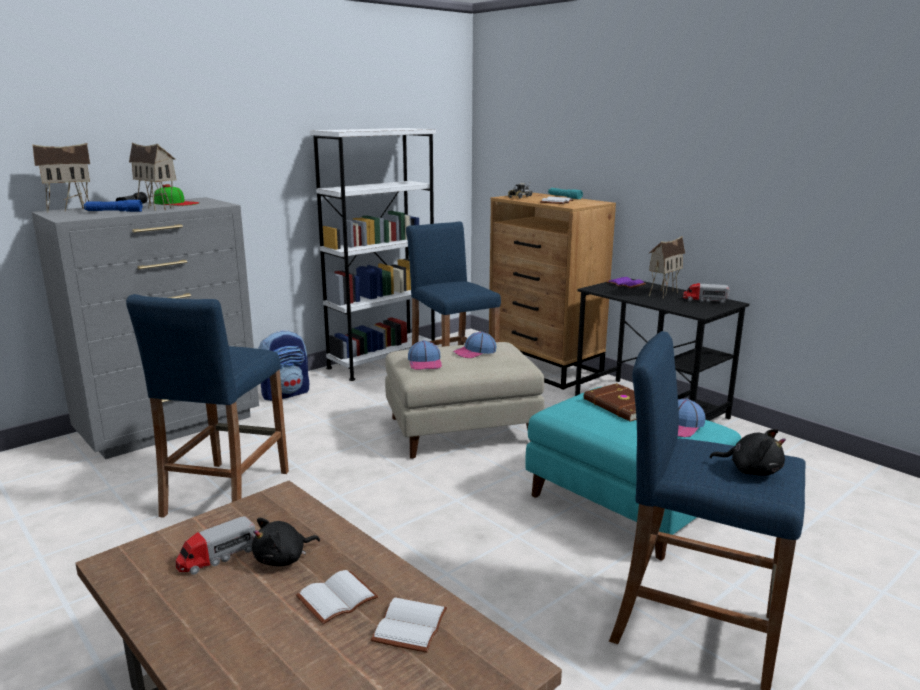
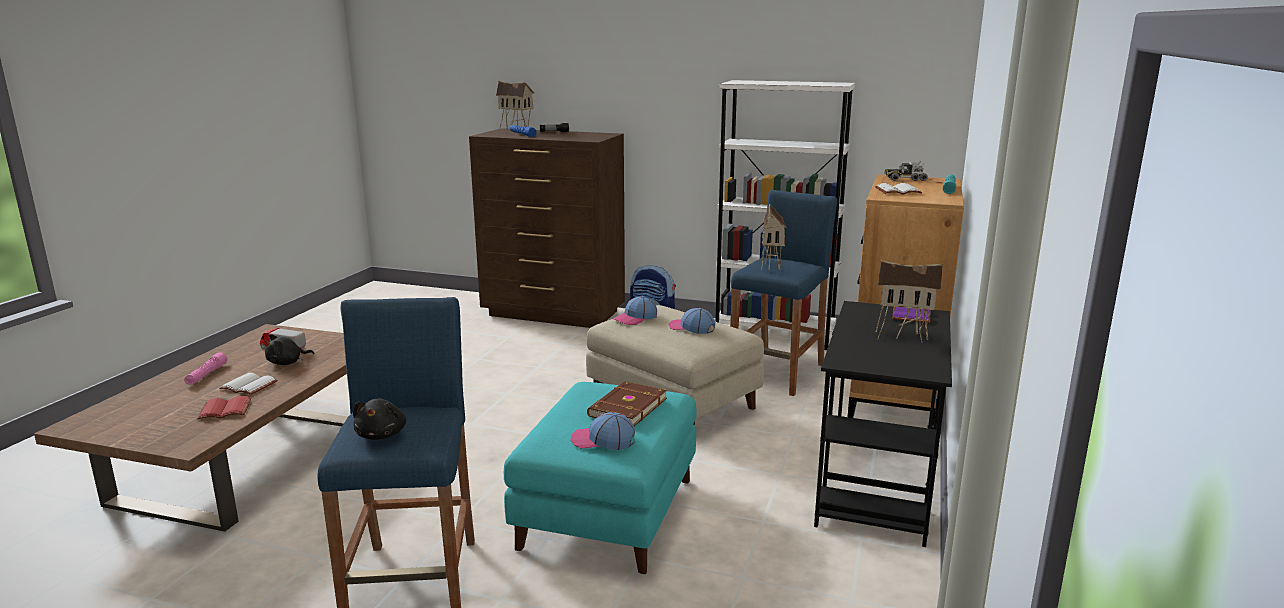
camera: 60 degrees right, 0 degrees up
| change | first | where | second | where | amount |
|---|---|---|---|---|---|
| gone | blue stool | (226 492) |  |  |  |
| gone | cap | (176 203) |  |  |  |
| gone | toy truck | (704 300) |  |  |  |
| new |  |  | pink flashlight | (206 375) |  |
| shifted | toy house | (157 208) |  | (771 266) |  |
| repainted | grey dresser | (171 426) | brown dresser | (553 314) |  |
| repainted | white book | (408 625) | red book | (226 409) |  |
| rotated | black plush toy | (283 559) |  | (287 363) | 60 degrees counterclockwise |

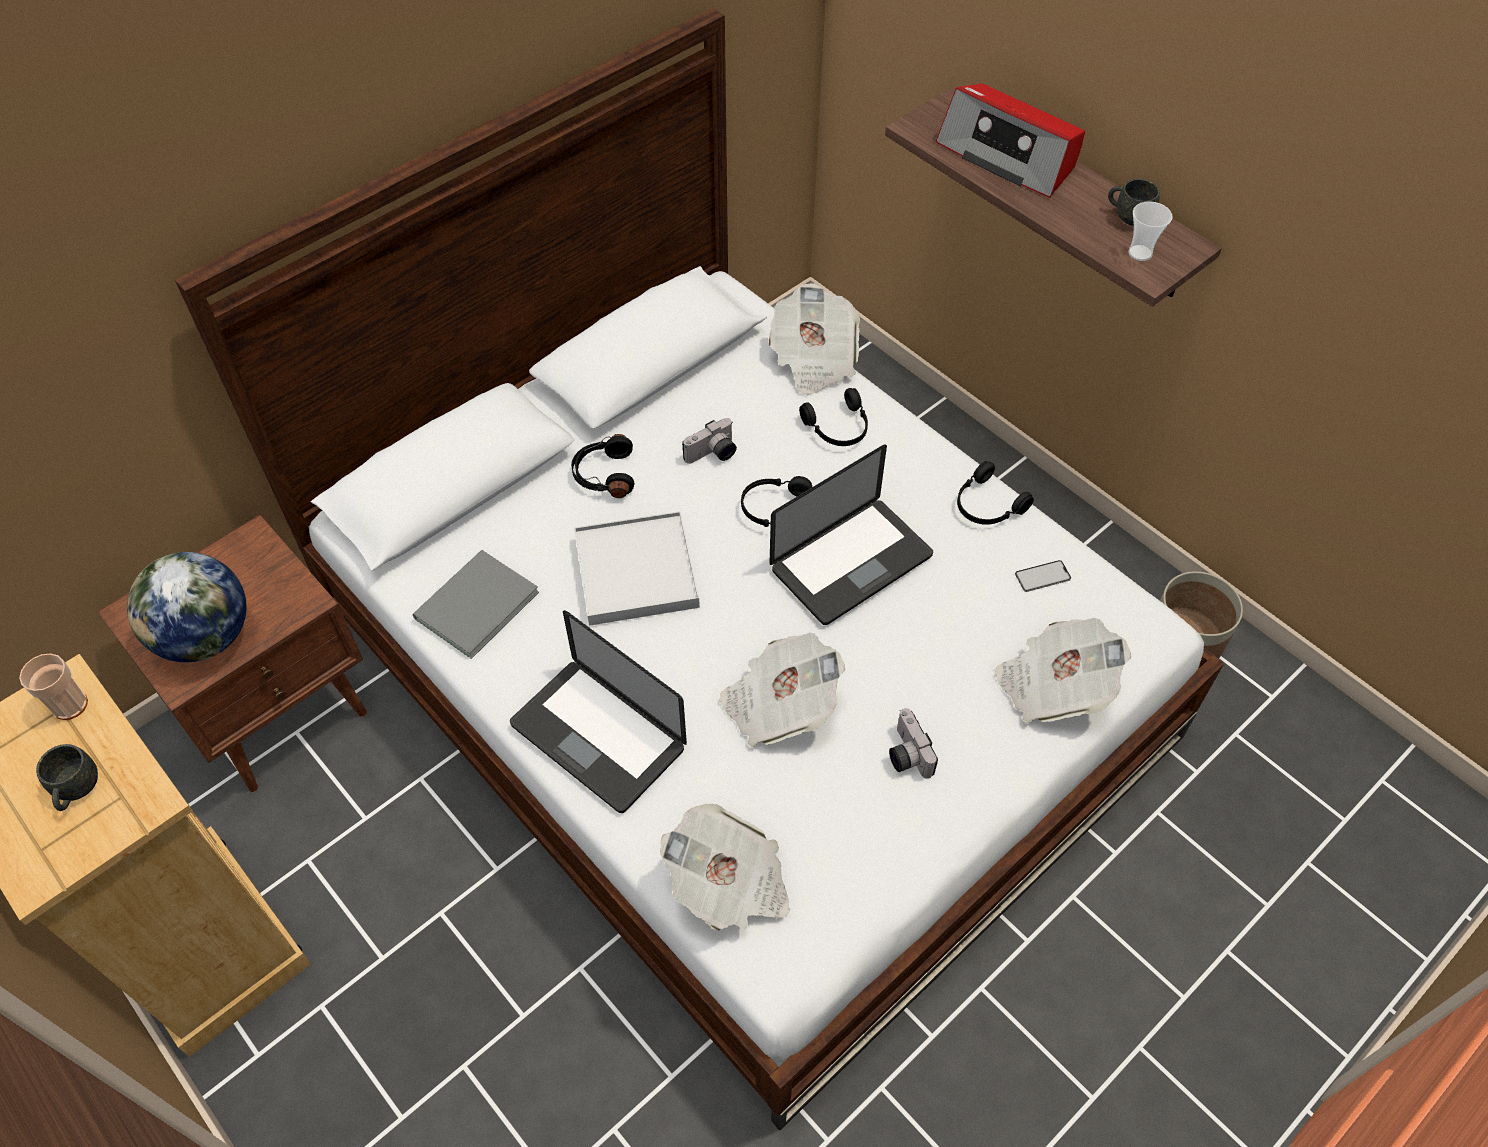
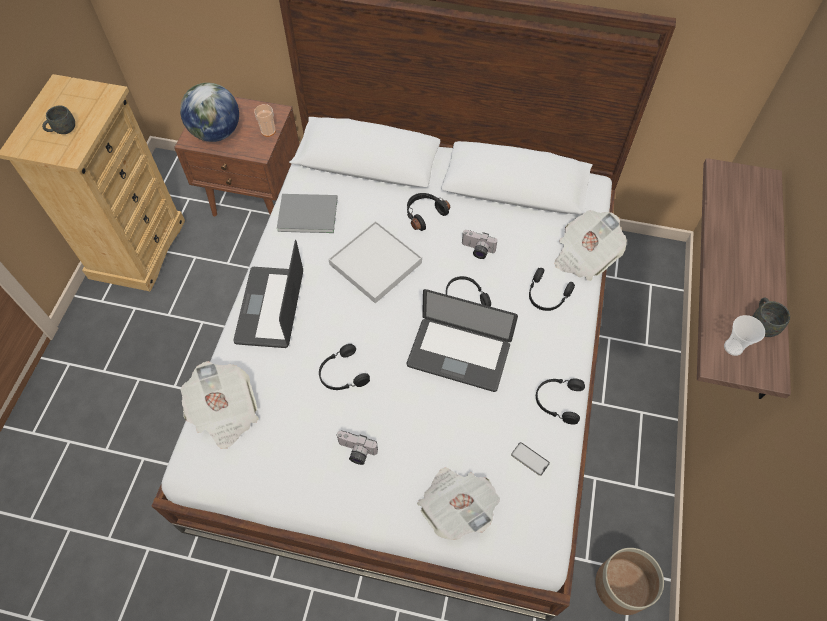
camera: 55 degrees right, 5 degrees up
| change | first | where | second | where | amount |
|---|---|---|---|---|---|
| gone | radio | (1008 155) |  |  |  |
| shifted | cup | (70 705) |  | (268 131) |  |
| swapped | newspaper | (779 705) | black headphones | (342 374) |  |
| rotated | photo camera | (905 754) |  | (356 452) | 105 degrees counterclockwise |

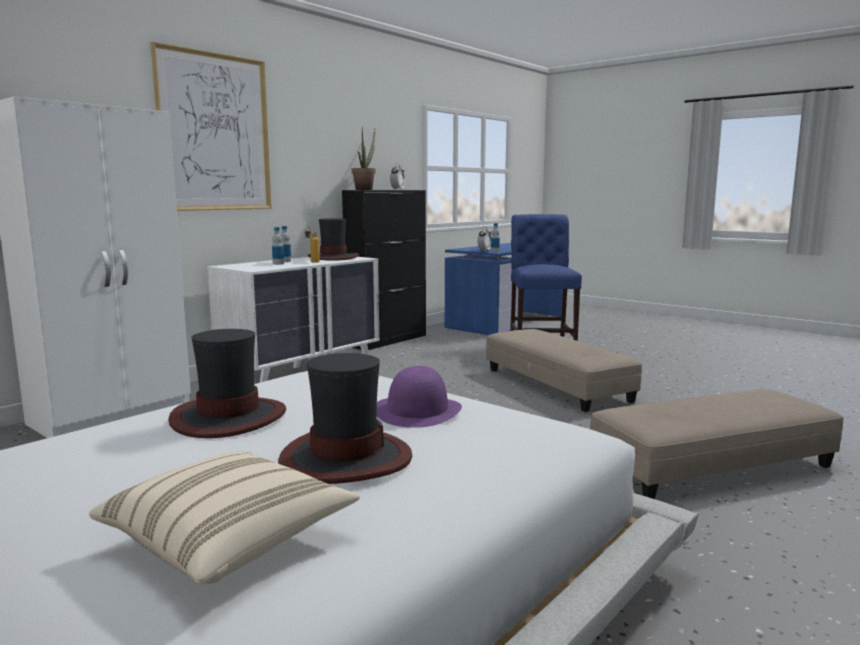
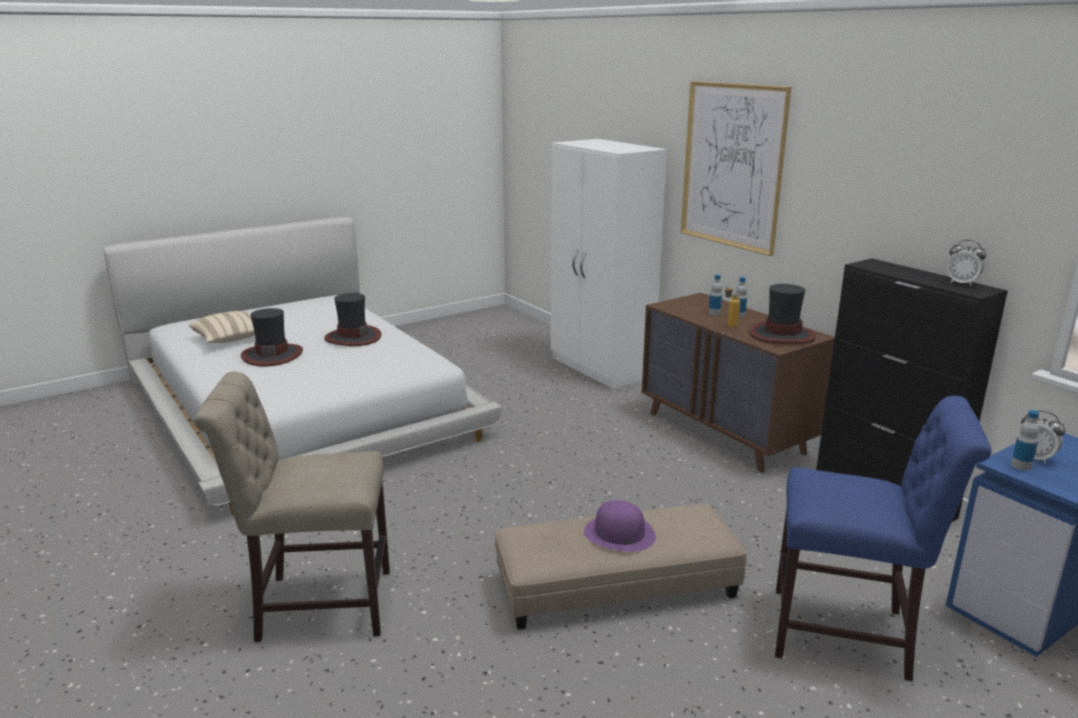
camera: 105 degrees right, 10 degrees up
| change | first | where | second | where | amount |
|---|---|---|---|---|---|
| gone | potted plant | (365 189) |  |  |  |
| shifted | purple hat | (417 411) |  | (619 533) |  |
| swapped | beige ottoman | (711 465) | beige chair | (316 604) |  |
| repainted | white dresser | (302 368) | brown dresser | (726 433) |  |

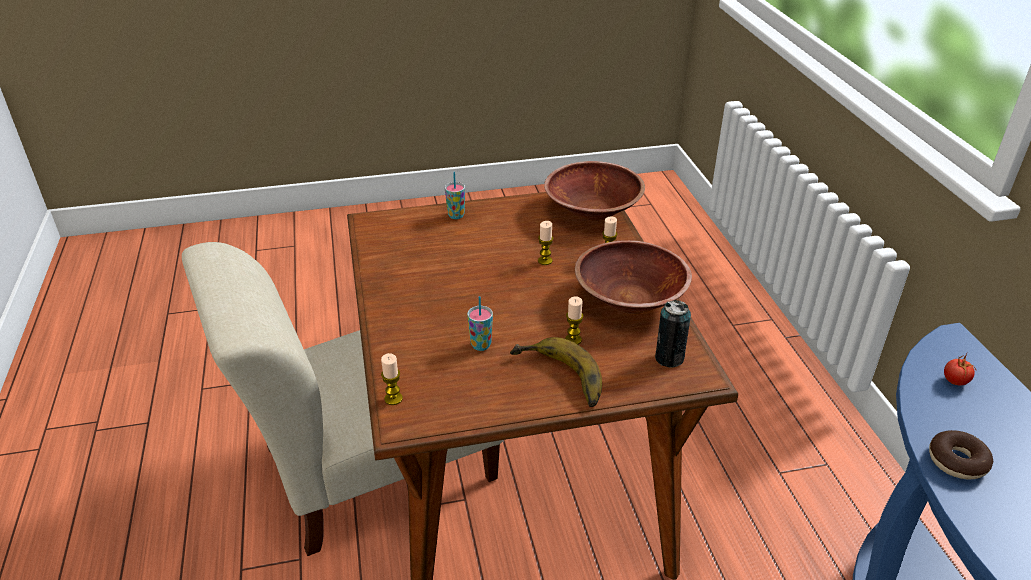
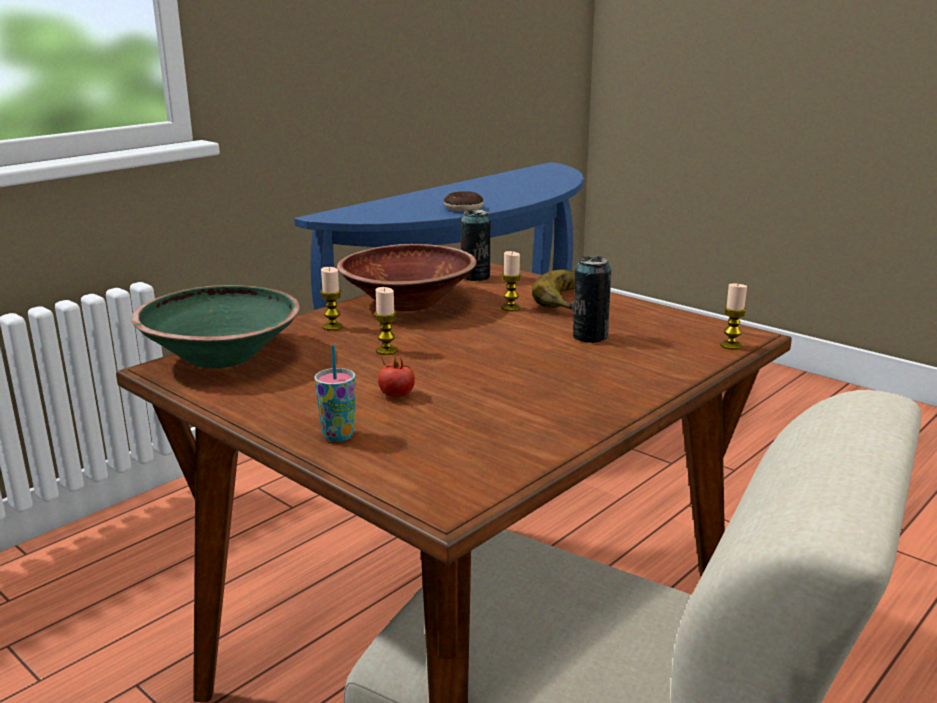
camera: 125 degrees left, 15 degrees down
| change | first | where | second | where | amount |
|---|---|---|---|---|---|
| shifted | tomato | (955 381) |  | (397 395) |  |
| swapped | cup | (481 345) | can | (590 337) |  |
| repainted | brown bowl | (593 211) | green bowl | (221 356) |  |

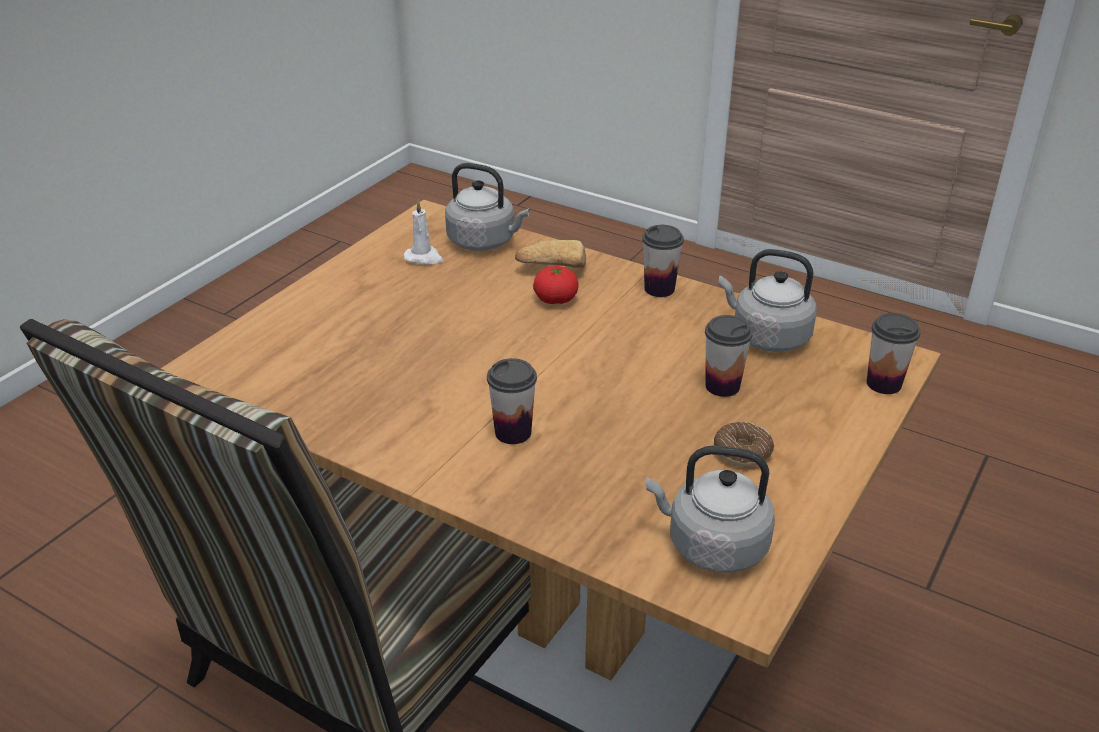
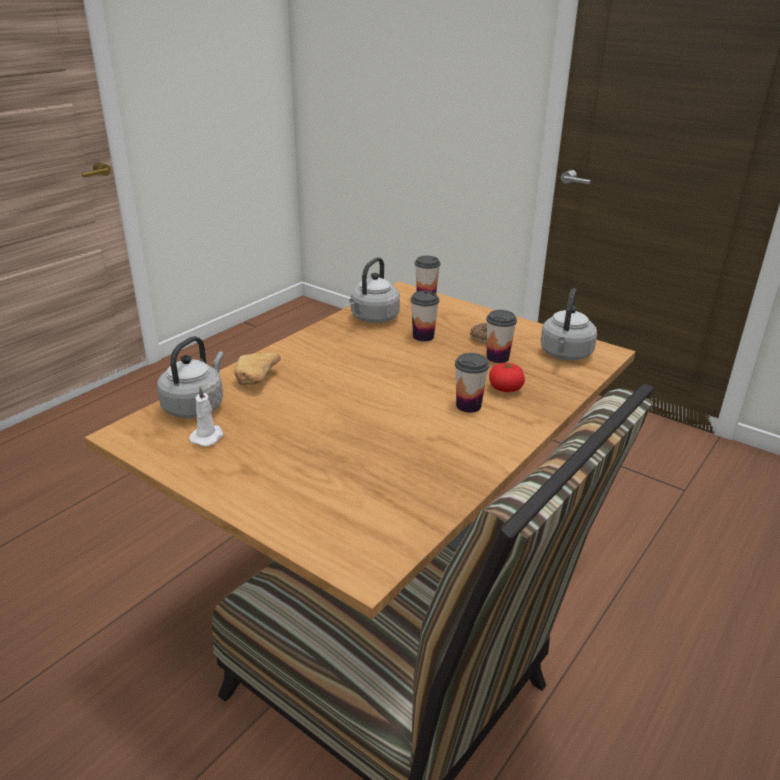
camera: 85 degrees left, 5 degrees down
| change | first | where | second | where | amount |
|---|---|---|---|---|---|
| shifted | tomato | (555 299) |  | (505 388) |  |
| shifted | cup | (659 289) |  | (497 357) |  |

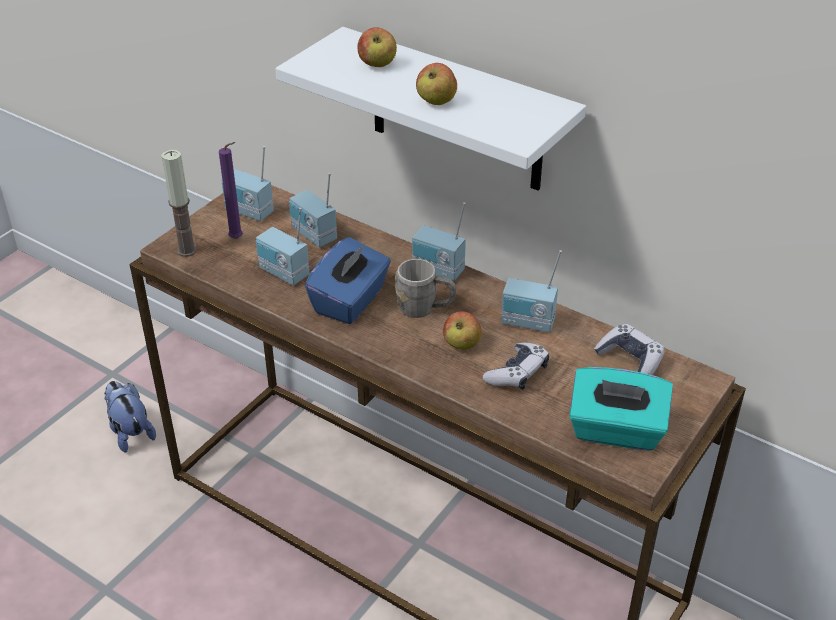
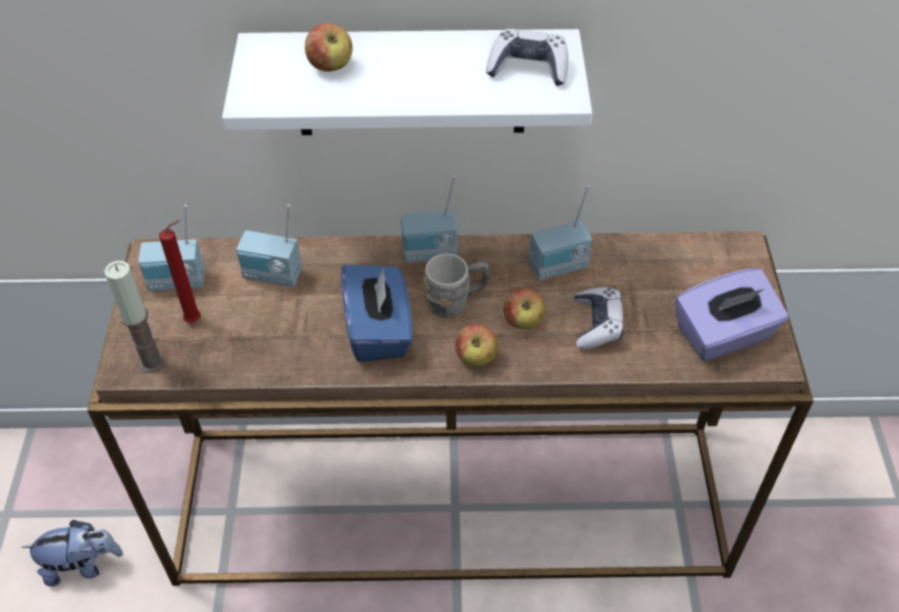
camera: 35 degrees left, 10 degrees up
| change | first | where | second | where | amount |
|---|---|---|---|---|---|
| gone | radio | (283 274) |  |  |  |
| shifted | apple | (436 101) |  | (476 357) |  |
| shifted | game controller | (630 359) |  | (528 68) |  |
| repainted | purple candle | (238 239) | red candle | (196 320) |  |
| repainted | turquoise tissue box | (616 431) | purple tissue box | (723 335) |  |
| rotated | plush toy | (130 432) |  | (82 565) | 150 degrees clockwise |

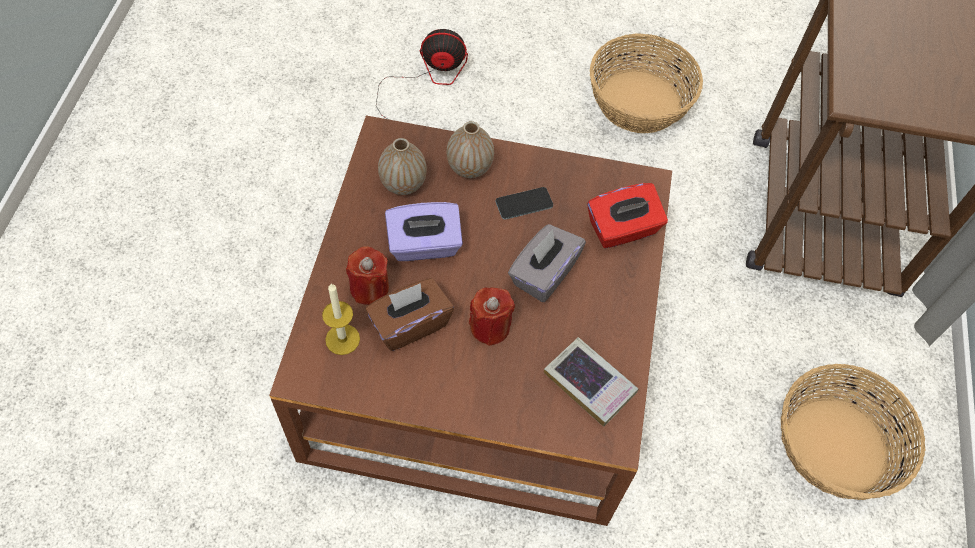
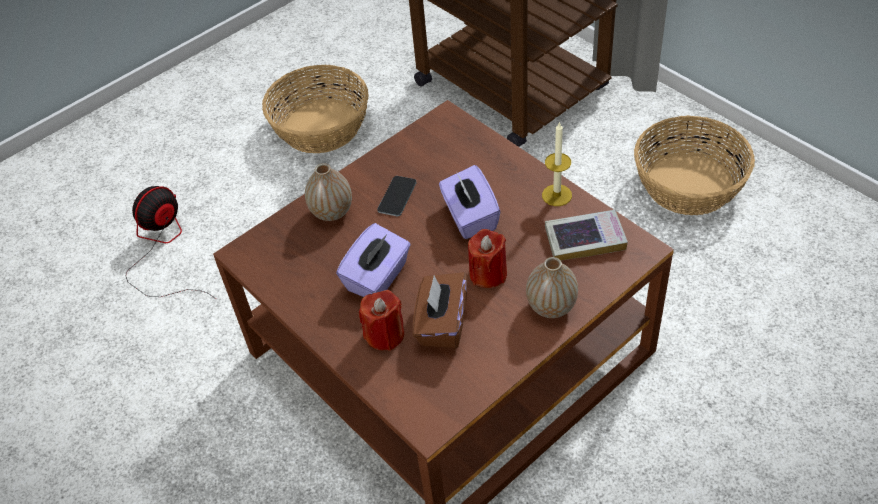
camera: 45 degrees left, 10 degrees down
| change | first | where | second | where | amount |
|---|---|---|---|---|---|
| gone | red tissue box | (622 229) |  |  |  |
| shifted | candle | (342 339) |  | (556 195) |  |
| shifted | vase | (403 184) |  | (551 307) |  |
| repainted | grey tissue box | (543 274) | purple tissue box | (469 217) |  |

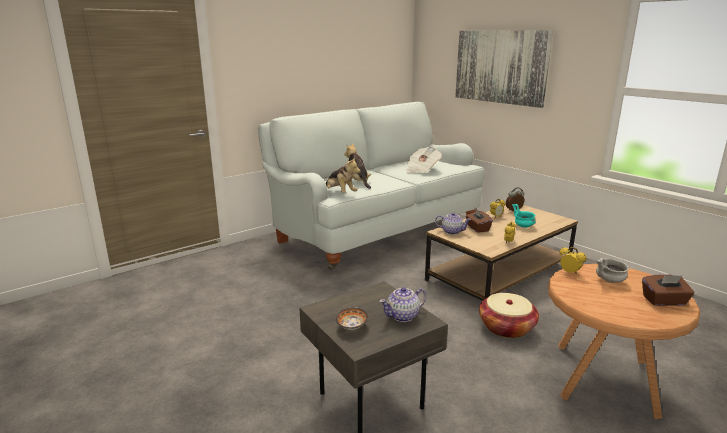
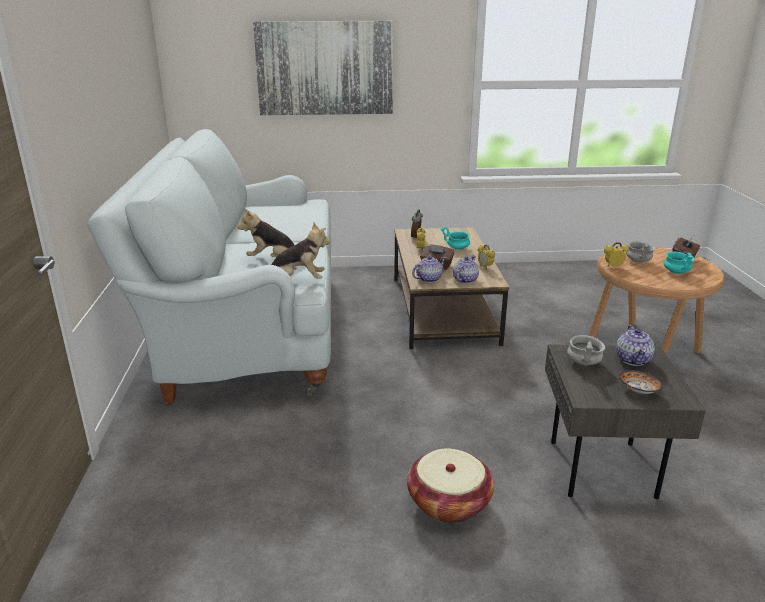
camera: 55 degrees left, 5 degrees up
| change | first | where | second | where | amount |
|---|---|---|---|---|---|
| gone | newspaper | (421 169) |  |  |  |
| new |  |  | teapot | (464 280) |  |
| new |  |  | grey bowl | (584 363) |  |
| new |  |  | turquoise bowl | (677 272) |  |
| shifted | basket | (506 328) |  | (449 503) |  |

